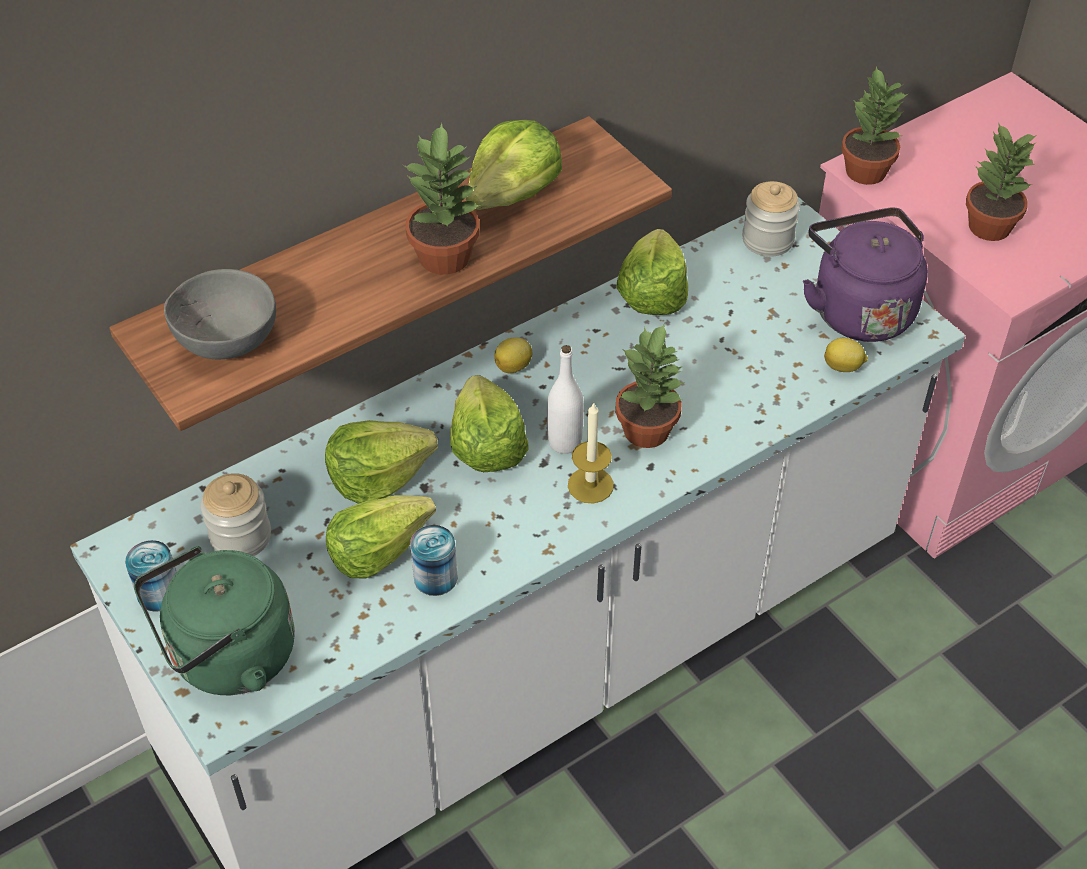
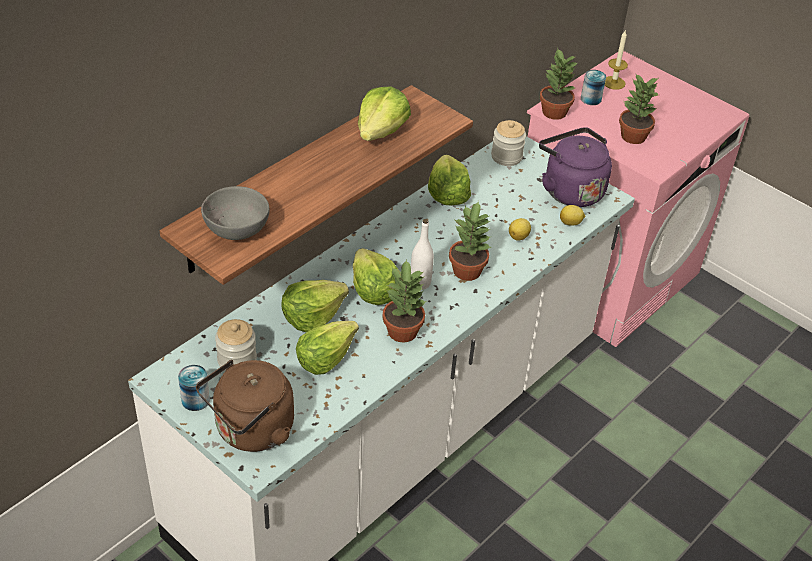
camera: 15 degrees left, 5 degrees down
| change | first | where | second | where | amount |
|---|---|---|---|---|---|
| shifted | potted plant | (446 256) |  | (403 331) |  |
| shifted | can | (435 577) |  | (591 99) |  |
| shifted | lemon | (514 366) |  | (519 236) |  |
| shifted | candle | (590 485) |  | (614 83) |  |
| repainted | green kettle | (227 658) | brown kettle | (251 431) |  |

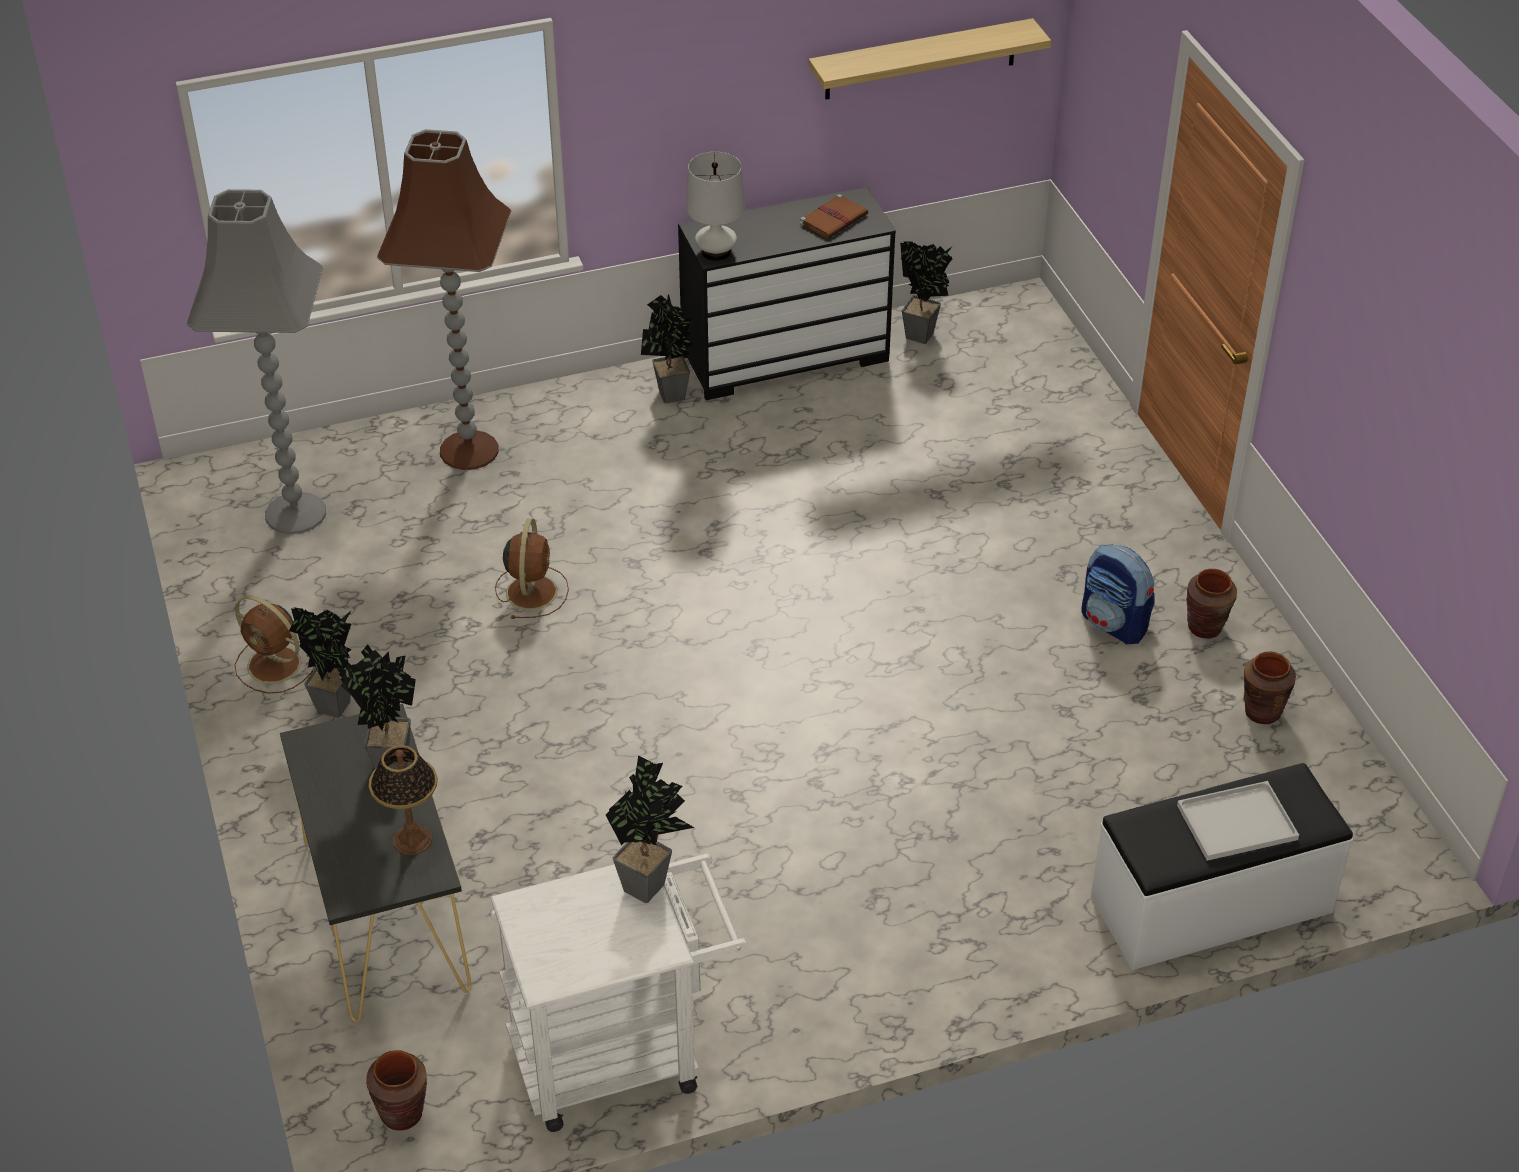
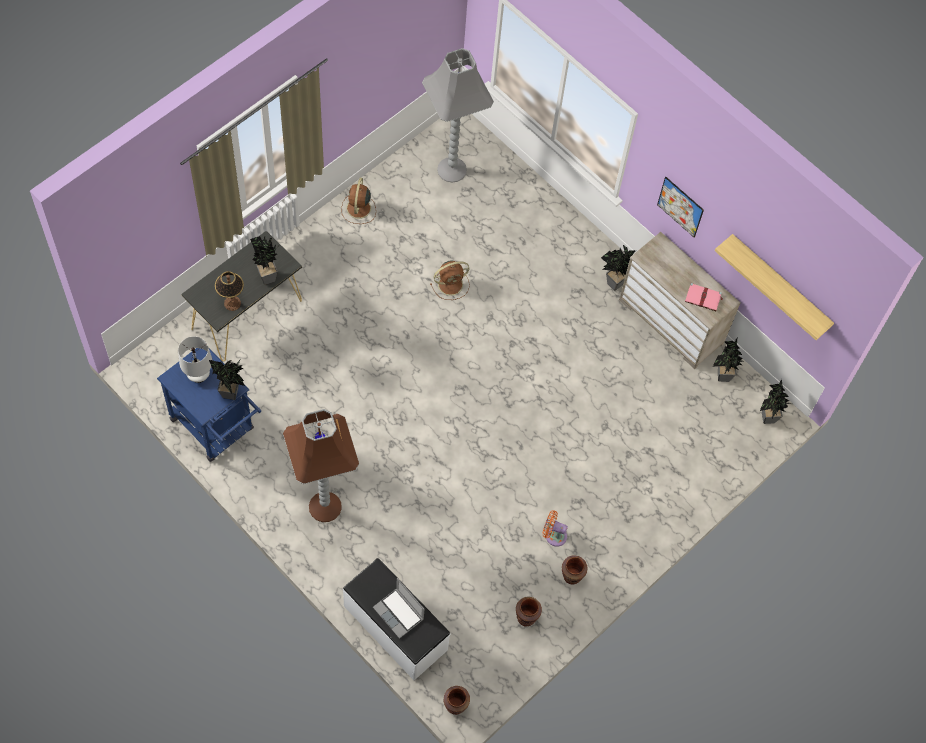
camera: 60 degrees right, 20 degrees up
| change | first | where | second | where | amount |
|---|---|---|---|---|---|
| new |  |  | picture | (680 206) |  |
| shifted | potted plant | (336 709) |  | (767 420) |  |
| shifted | brown vase | (402 1114) |  | (455 706) |  |
| shifted | brown floor lamp | (468 449) |  | (325 506) |  |
| shifted | white table lamp | (716 252) |  | (198 375) |  |
| swapped | backpack | (1114 624) | orange fan | (554 535) |  |
| swapped | white tray | (1238 821) | laptop | (399 613) |  |
| repainted | white cart | (622 1054) | blue cart | (216 428) |  |
| repainted | black dresser | (785 357) | beige dresser | (671 321) |  |
| repainted | brown book | (834 219) | pink book | (703 298) |  |

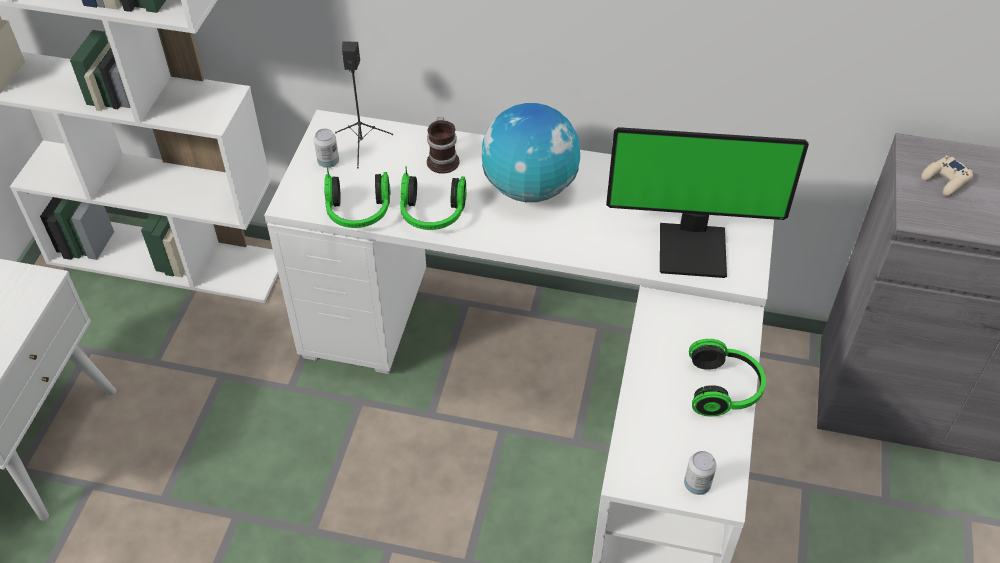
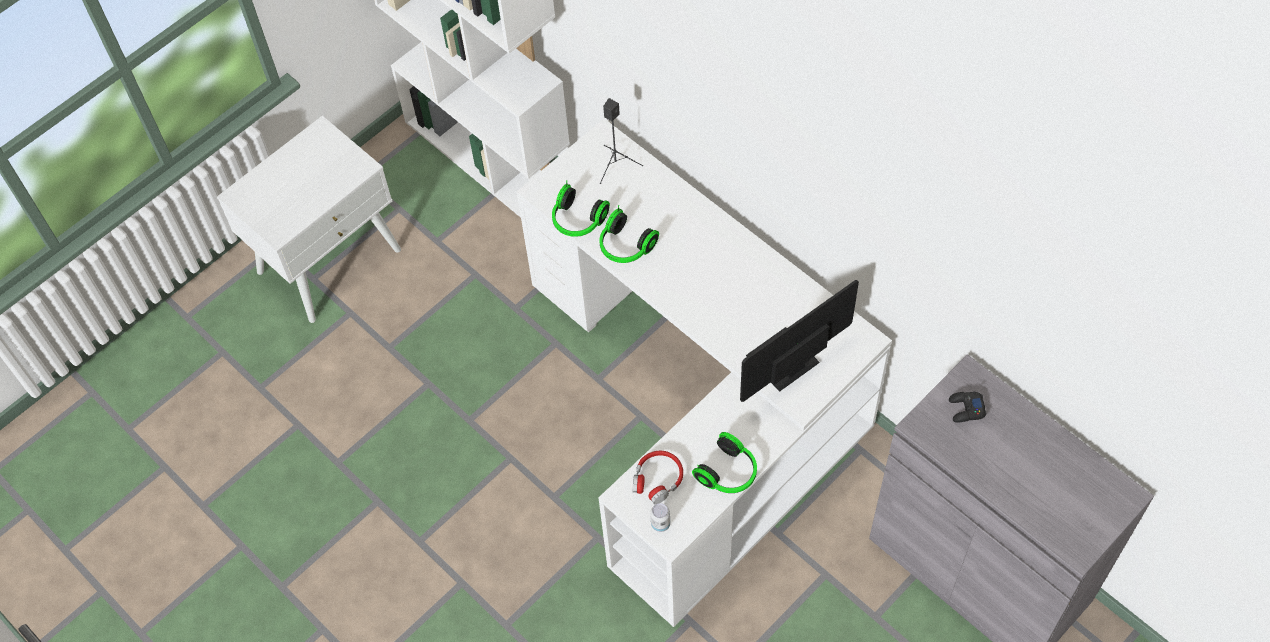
camera: 35 degrees right, 10 degrees up
| change | first | where | second | where | amount |
|---|---|---|---|---|---|
| gone | can | (328 162) |  |  |  |
| gone | mug | (444 159) |  |  |  |
| gone | globe | (530 188) |  |  |  |
| new |  |  | red headphones | (657 479) |  |
| repainted | beige game controller | (945 180) | black game controller | (966 409) |  |
| rotated | monitor | (693 248) |  | (784 363) | 105 degrees clockwise |

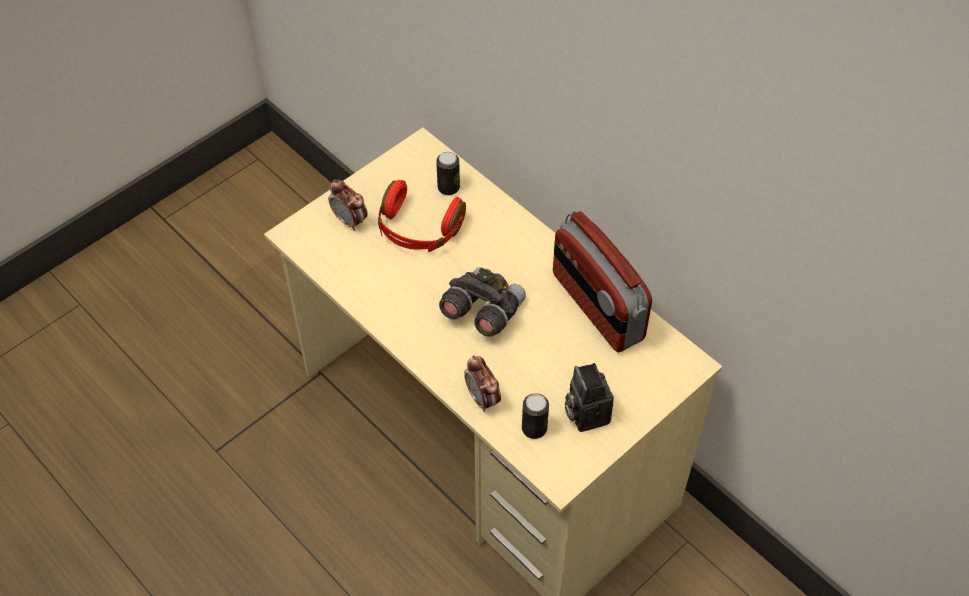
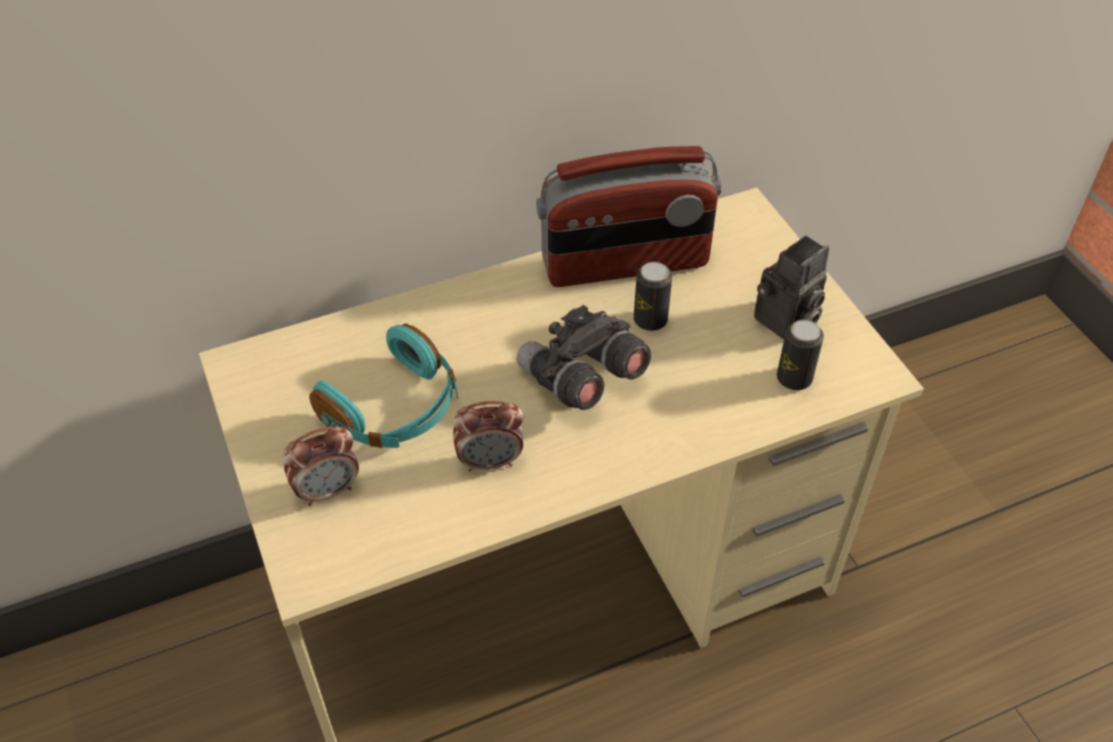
camera: 70 degrees left, 5 degrees down
| change | first | where | second | where | amount |
|---|---|---|---|---|---|
| shifted | can | (448 188) |  | (650 320) |  |
| shifted | alarm clock | (482 399) |  | (490 461) |  |
| repainted | red headphones | (418 229) | turquoise headphones | (395 409) |  |
| rotated | photo camera | (585 413) |  | (785 322) | 45 degrees counterclockwise |

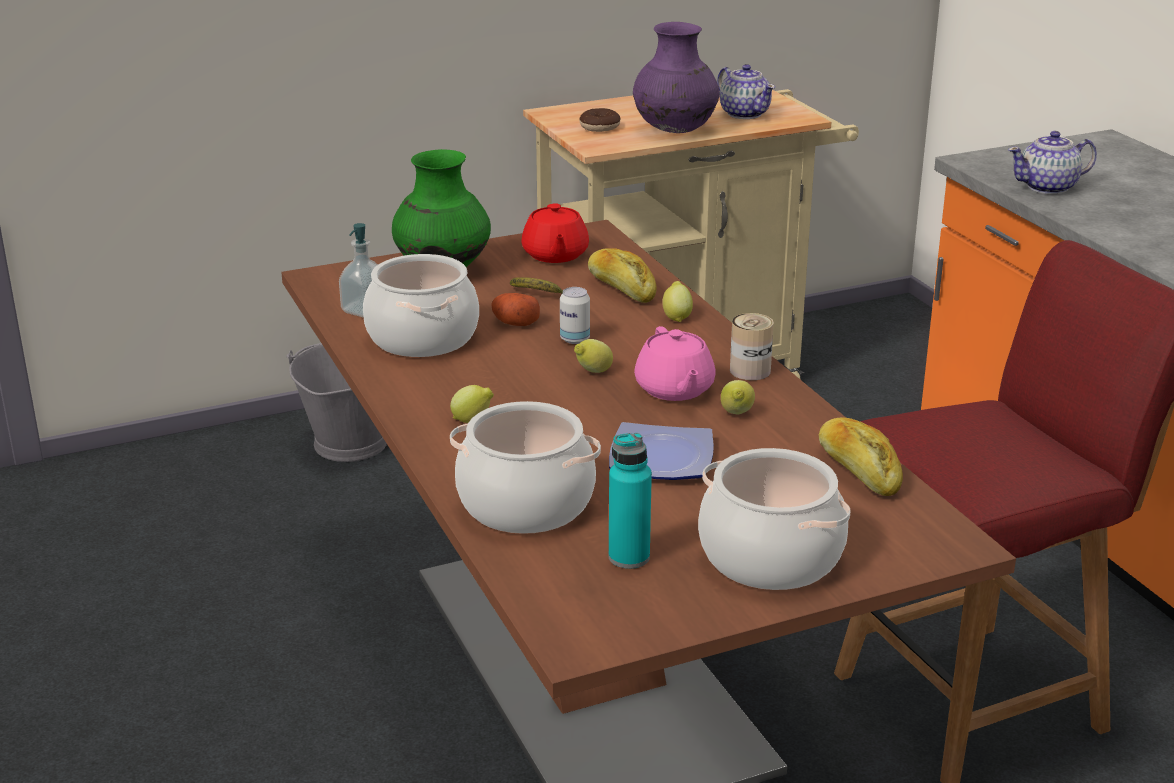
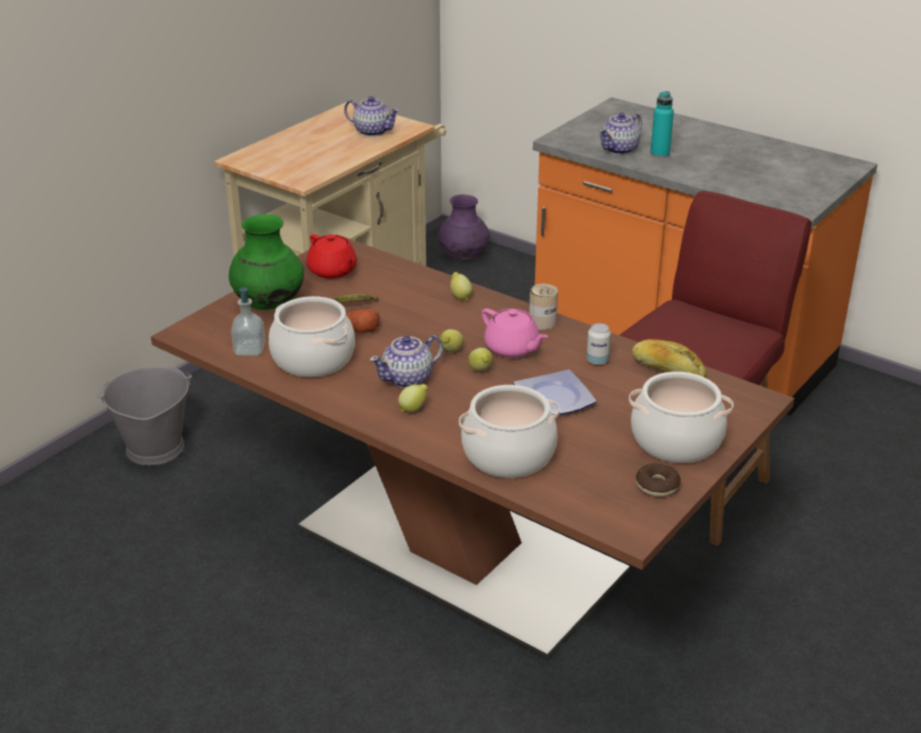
camera: 30 degrees left, 5 degrees up
| change | first | where | second | where | amount |
|---|---|---|---|---|---|
| gone | bread | (621 288) |  |  |  |
| new |  |  | teapot | (408 379) |  |
| shifted | can | (575 339) |  | (597 361) |  |
| shifted | donut | (600 127) |  | (657 486) |  |
| shifted | turquoise bottle | (629 557) |  | (659 154) |  |
| shifted | purple vase | (674 130) |  | (463 257) |  |
| shifted | lemon | (736 414) |  | (481 371) |  |

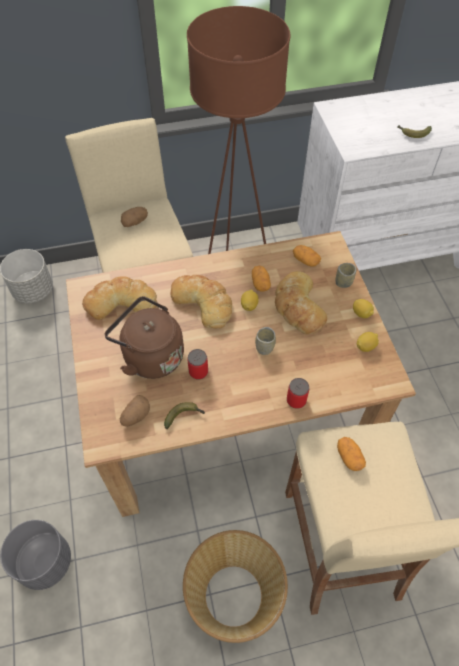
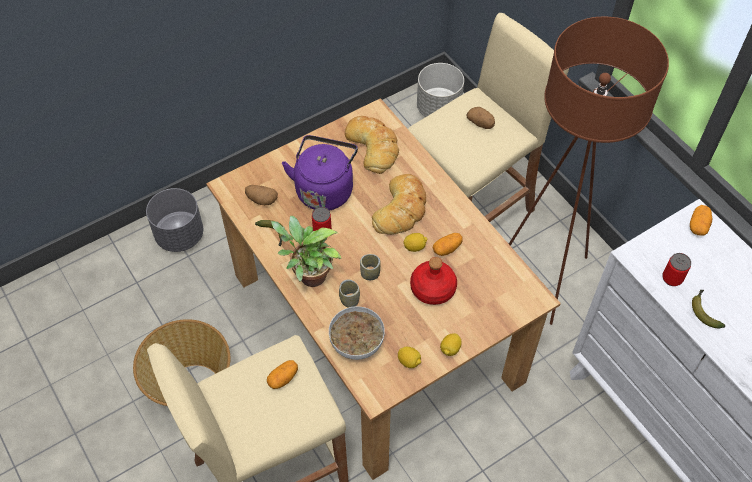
camera: 70 degrees right, 0 degrees up
| change | first | where | second | where | amount |
|---|---|---|---|---|---|
| new |  |  | potted plant | (309 276) |  |
| new |  |  | bowl | (357 343) |  |
| shifted | can | (296 400) |  | (672 278) |  |
| shifted | potato | (305 261) |  | (698 225) |  |
| shifted | cup | (343 282) |  | (349 300) |  |
| swapped | bread | (298 306) | red bottle | (433 289) |  |
| repainted | brown kettle | (150 355) | purple kettle | (324 189) |  |

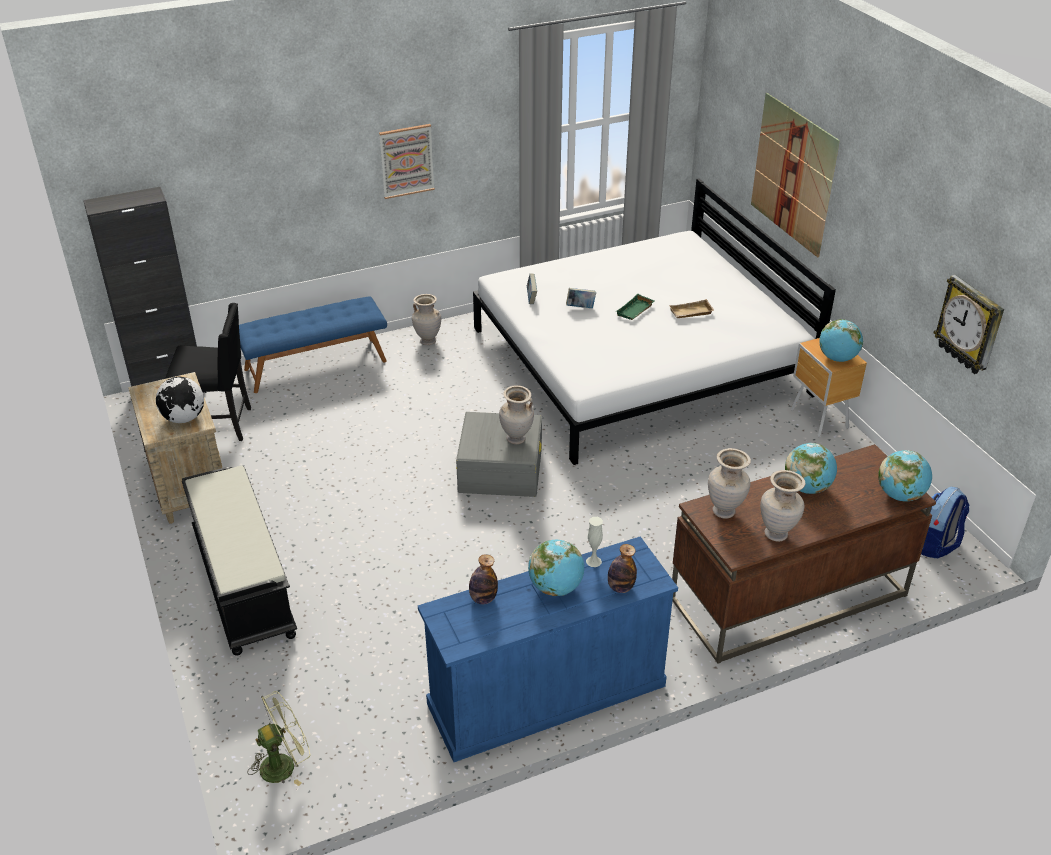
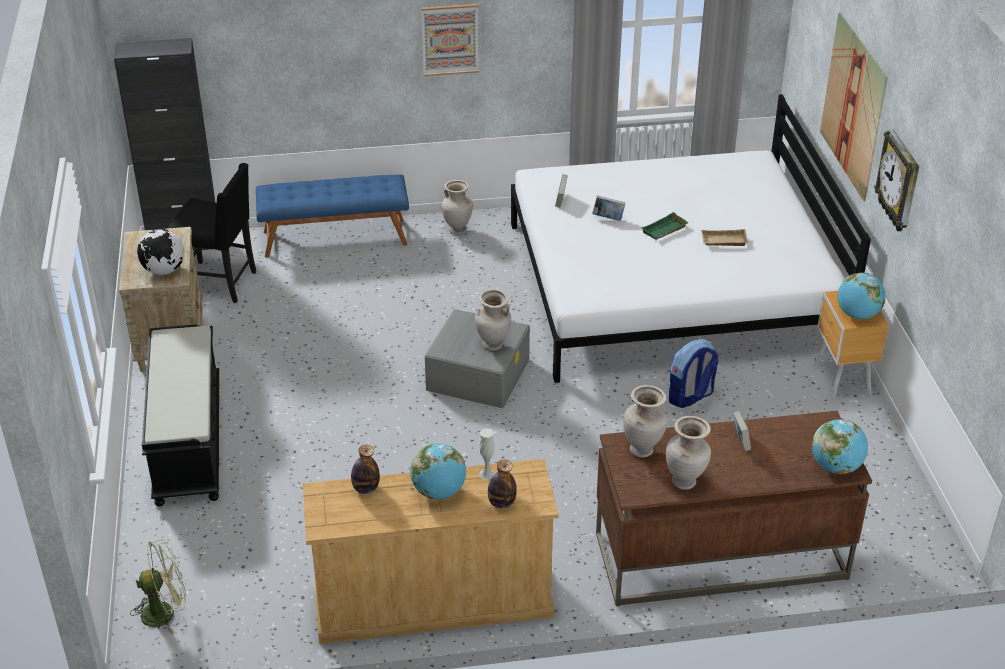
camera: 15 degrees right, 0 degrees up
| change | first | where | second | where | amount |
|---|---|---|---|---|---|
| shifted | backpack | (936 545) |  | (690 397) |  |
| shifted | wall clock | (970 325) |  | (899 182) |  |
| swapped | globe | (807 487) | book | (740 442) |  |
| repainted | blue dresser | (546 696) | beige dresser | (431 602) |  |

